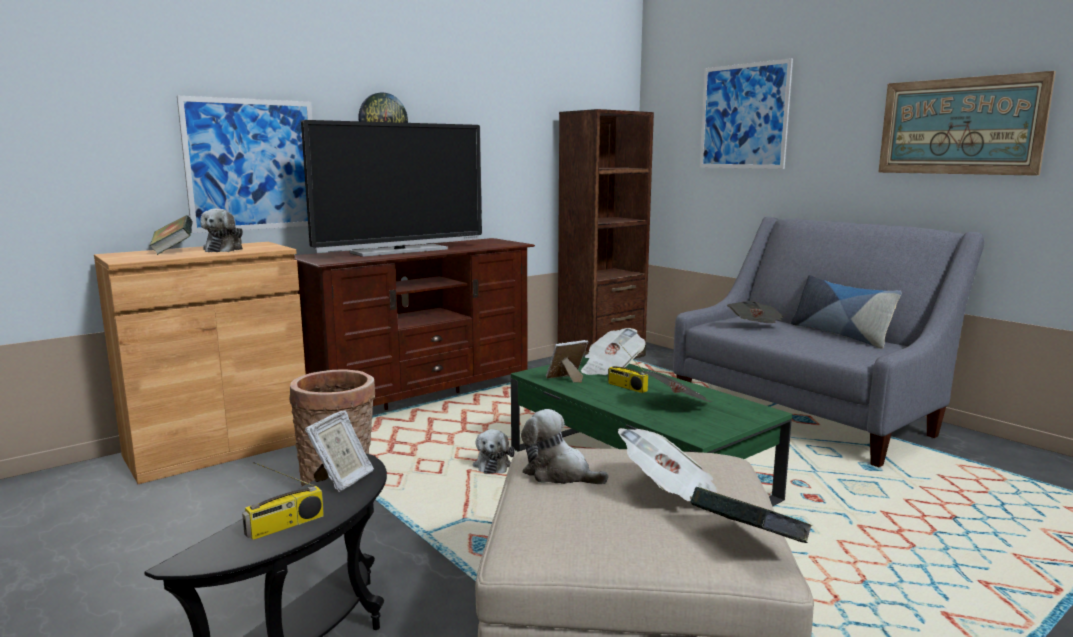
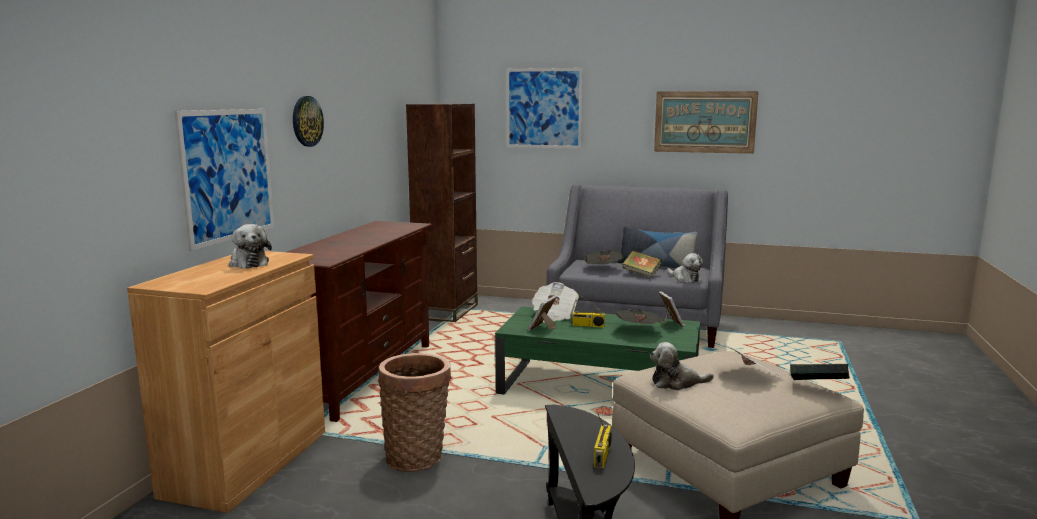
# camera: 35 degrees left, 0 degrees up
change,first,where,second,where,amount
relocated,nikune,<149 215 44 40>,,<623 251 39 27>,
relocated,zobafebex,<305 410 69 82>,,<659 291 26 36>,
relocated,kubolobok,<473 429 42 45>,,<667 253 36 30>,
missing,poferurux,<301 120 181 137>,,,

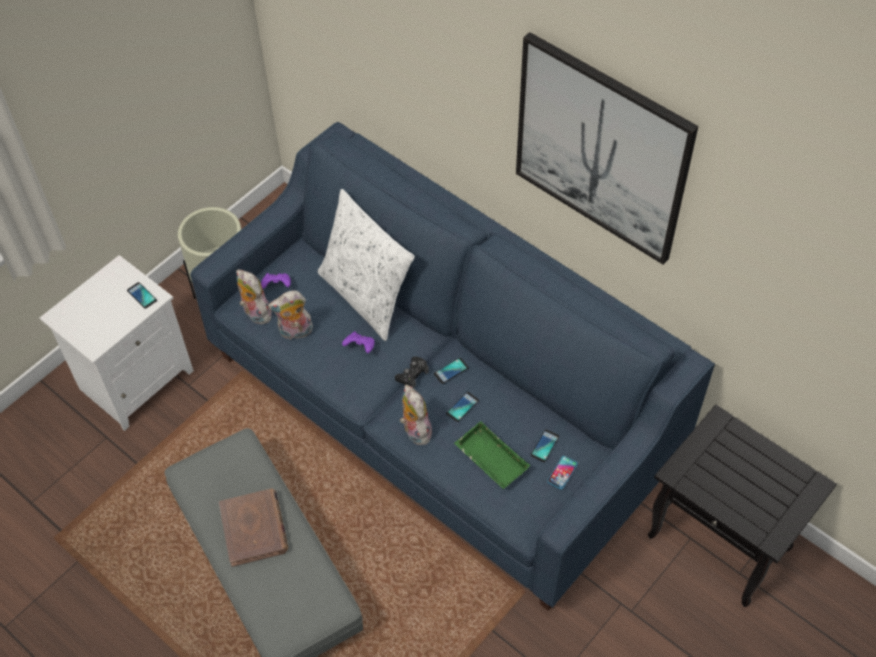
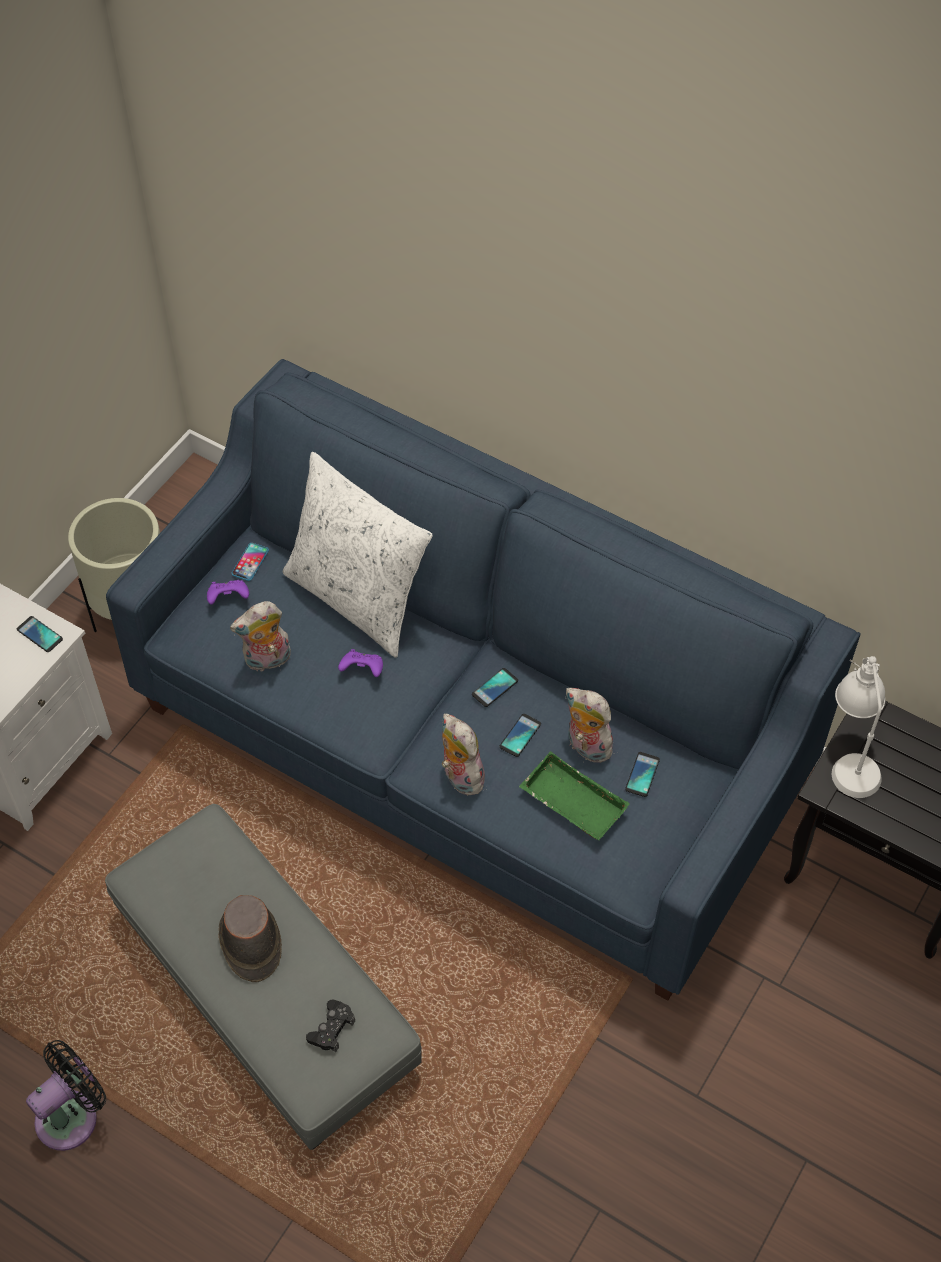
# camera: 10 degrees left, 0 degrees up
change,first,where,second,where,amount
appeared,,,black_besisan,<26 1040 80 111>,
exchanged,brown_nikune,<219 488 69 79>,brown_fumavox,<219 895 63 87>,
relocated,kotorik,<547 456 31 33>,,<232 543 37 38>,
relocated,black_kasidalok,<395 356 34 32>,,<306 1000 49 52>,
relocated,kubolobok,<236 269 36 55>,,<566 688 49 75>,
appeared,,,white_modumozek,<832 656 53 142>,
missing,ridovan,<516 32 182 233>,,,

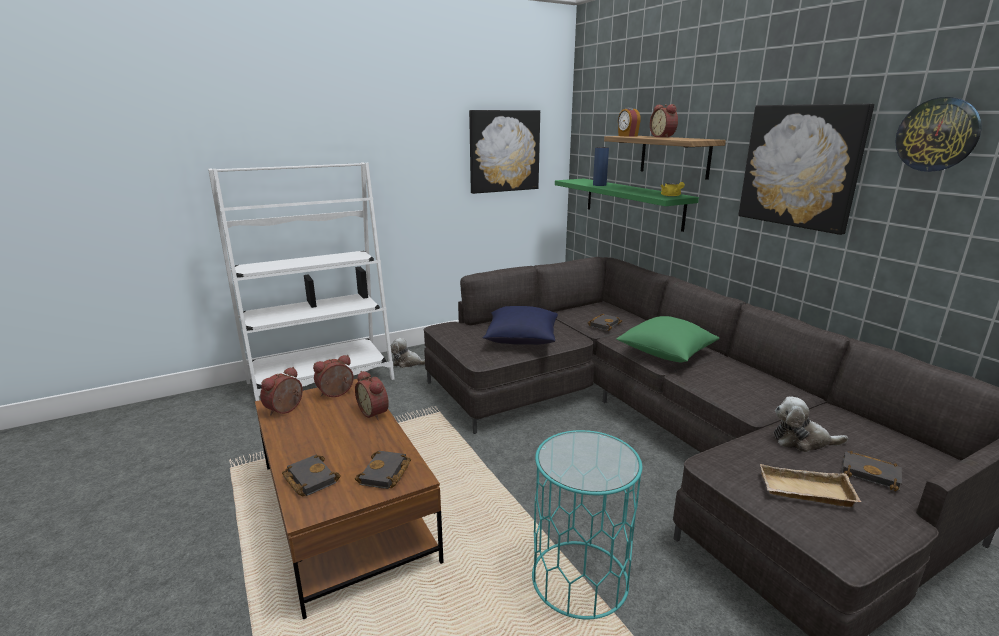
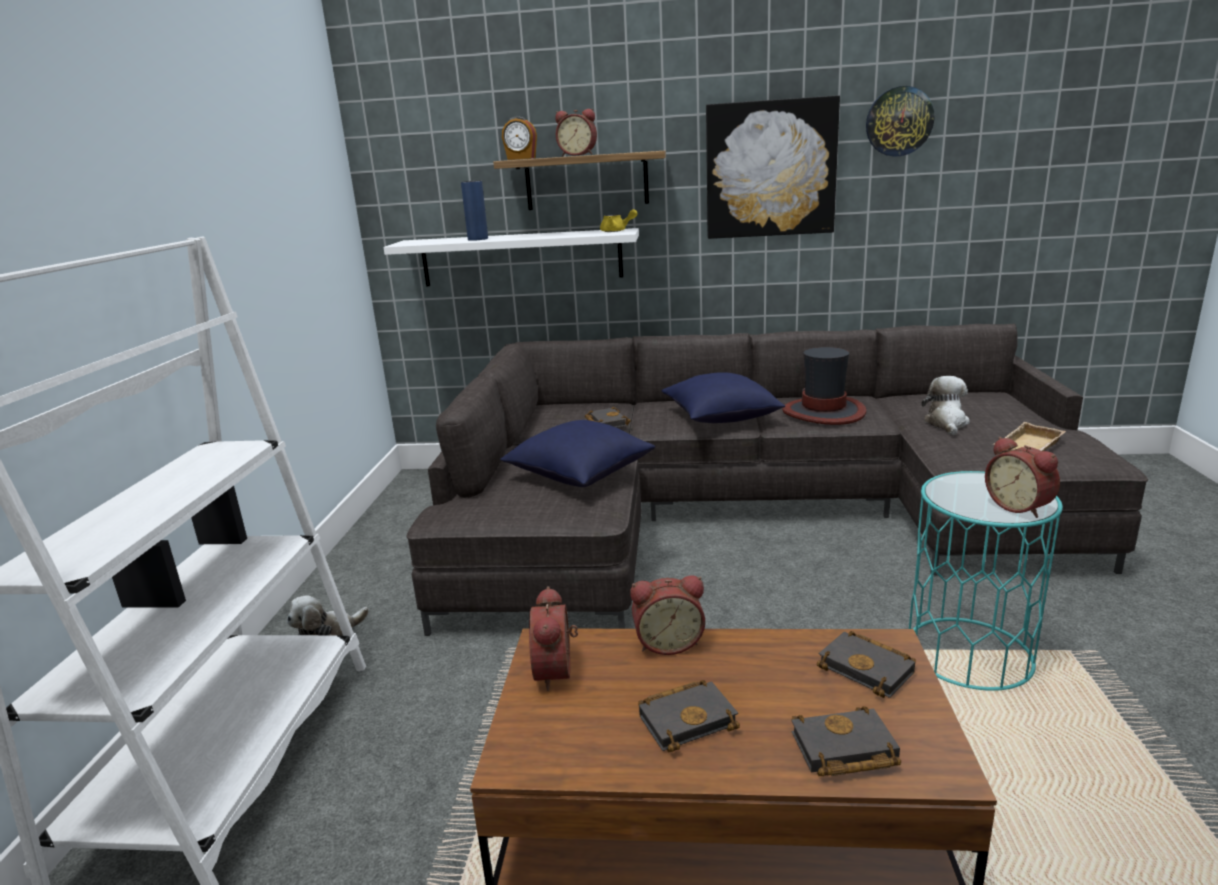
# camera: 55 degrees left, 0 degrees up
change,first,where,second,where,amount
colour,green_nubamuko,<555 178 144 54>,white_nubamuko,<383 228 256 58>,
relocated,black_nikune,<841 451 61 40>,,<638 680 102 72>,
colour,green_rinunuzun,<616 316 103 46>,blue_rinunuzun,<662 372 123 51>,
appeared,,,fumavox,<782 347 84 78>,
spun,kubolobok,<774 396 74 56>,,<921 376 49 59>,150 degrees clockwise
relocated,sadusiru,<260 367 43 49>,,<985 437 75 81>,
missing,ridovan,<469 110 71 84>,,,

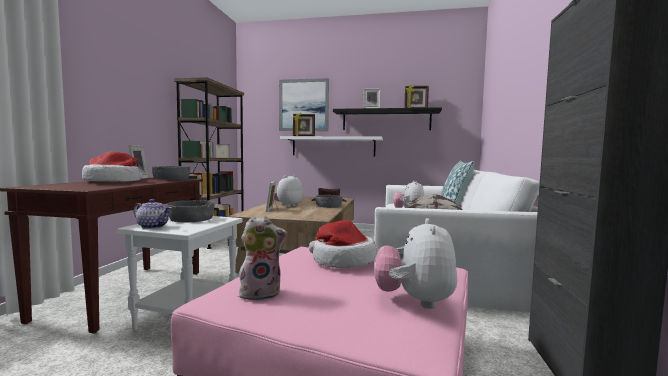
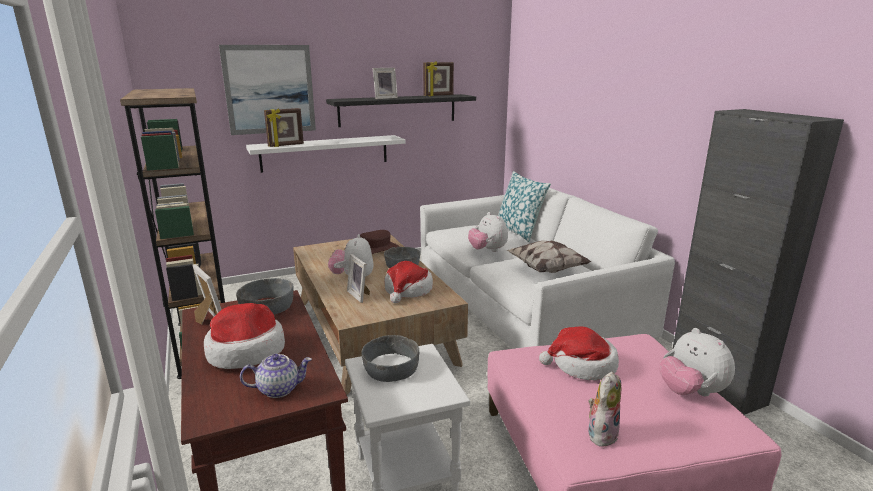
# camera: 35 degrees left, 15 degrees up
change,first,where,second,where,amount
relocated,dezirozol,<134 199 38 30>,,<240 354 72 44>,
appeared,,,fumavox,<384 261 49 43>,

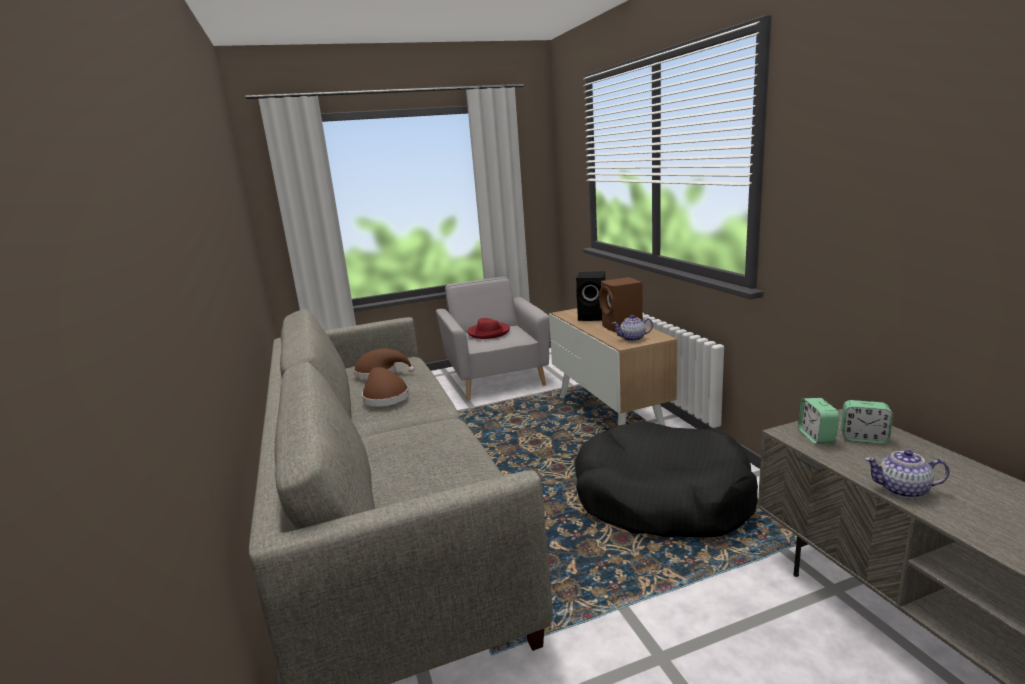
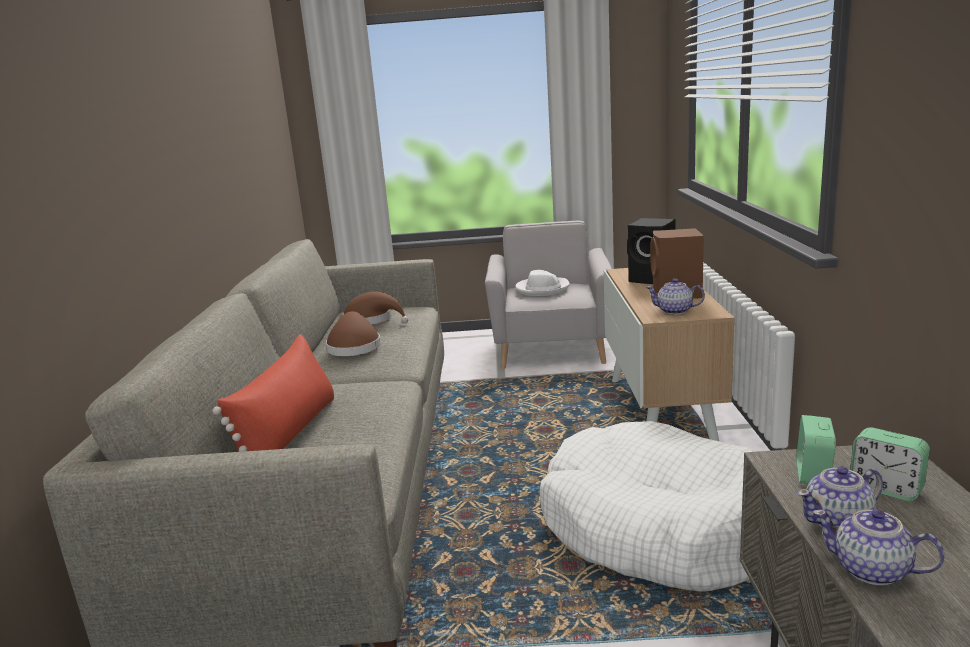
# camera: 20 degrees right, 0 degrees up
change,first,where,second,where,amount
appeared,,,red_rinunuzun,<213 334 121 118>,
colour,red_fumavox,<467 318 43 21>,white_fumavox,<515 270 55 26>,
colour,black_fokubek,<575 422 183 116>,white_fokubek,<540 421 212 171>,
appeared,,,dezirozol,<797 466 86 61>,

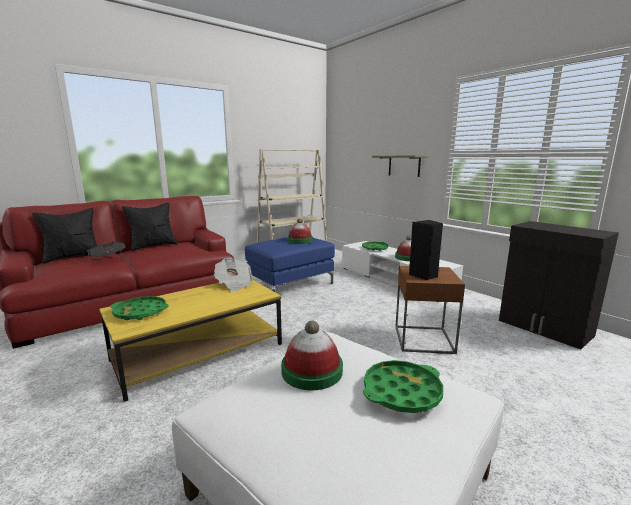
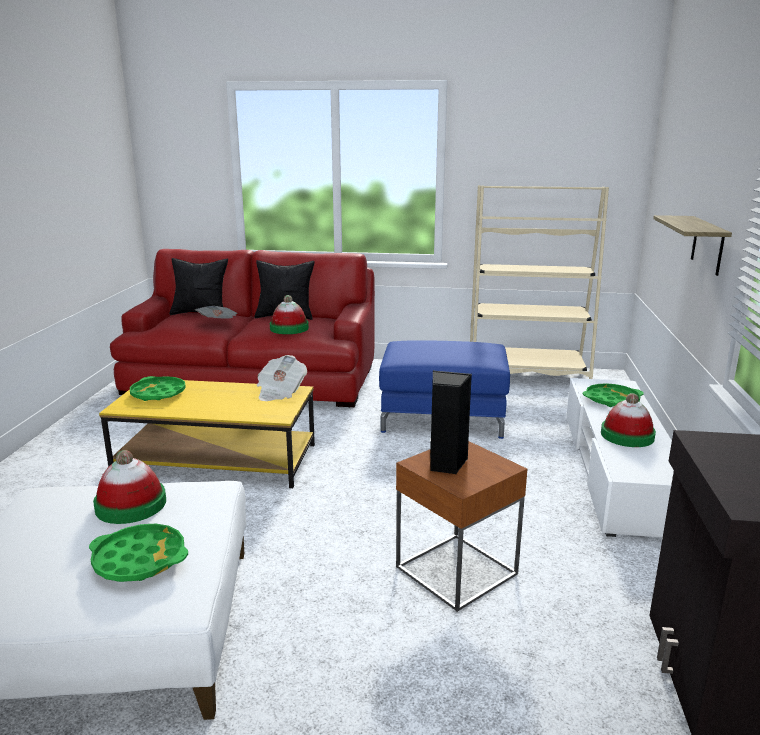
# camera: 45 degrees right, 5 degrees up
change,first,where,second,where,amount
relocated,fumavox,<287 218 26 26>,,<270 295 39 39>,

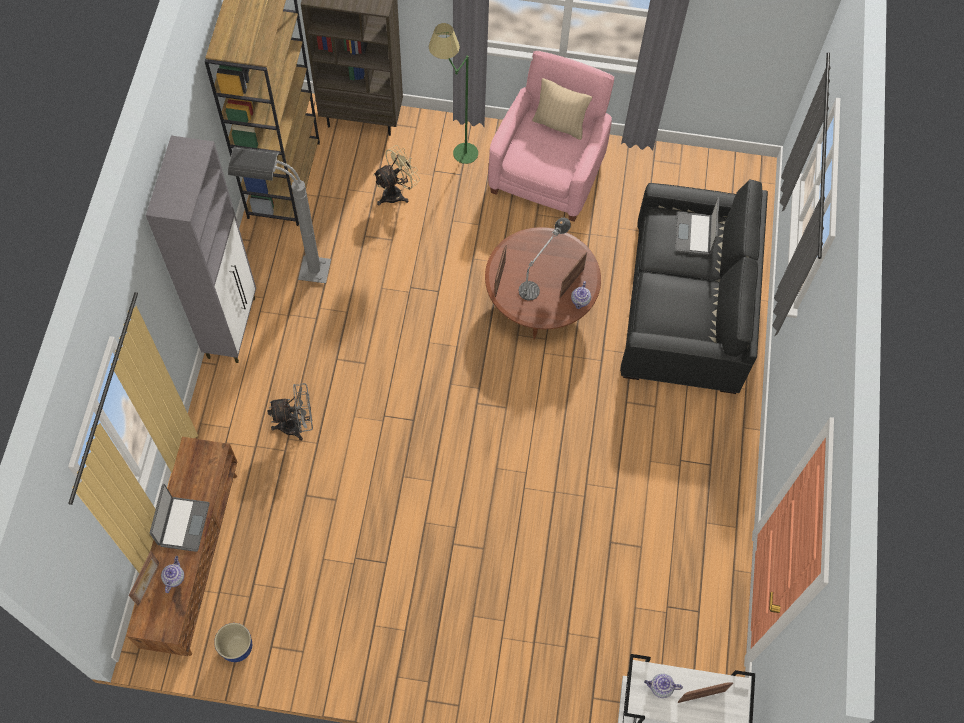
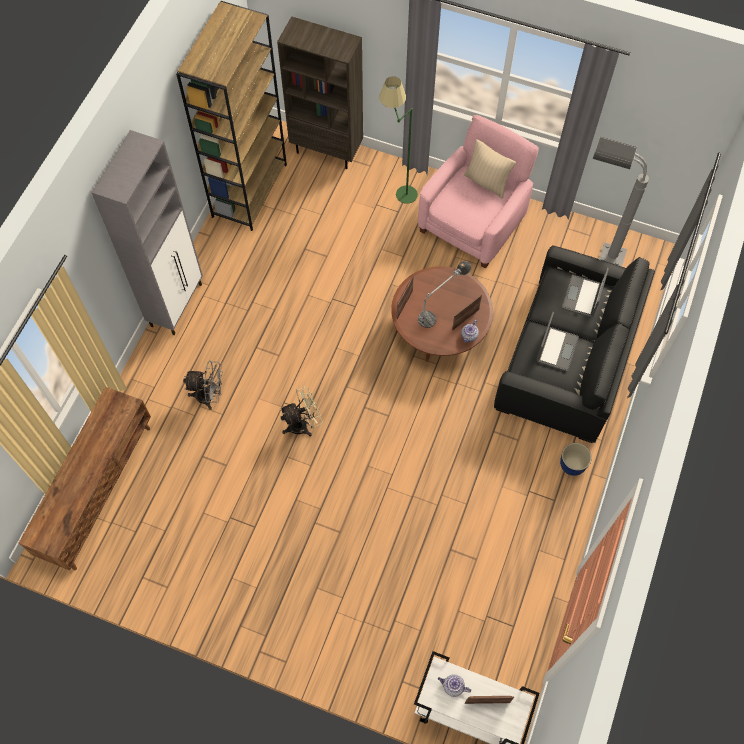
# camera: 15 degrees right, 0 degrees up
change,first,where,second,where,amount
relocated,beige_besisan,<373 145 47 60>,,<280 386 43 50>,
relocated,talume,<150 484 60 68>,,<536 312 43 60>,
relocated,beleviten,<214 623 38 39>,,<560 443 32 33>,
relocated,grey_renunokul,<228 147 103 136>,,<593 137 56 130>,
missing,zobafebex,<129 551 30 55>,,,
missing,dezirozol,<161 556 23 37>,,,

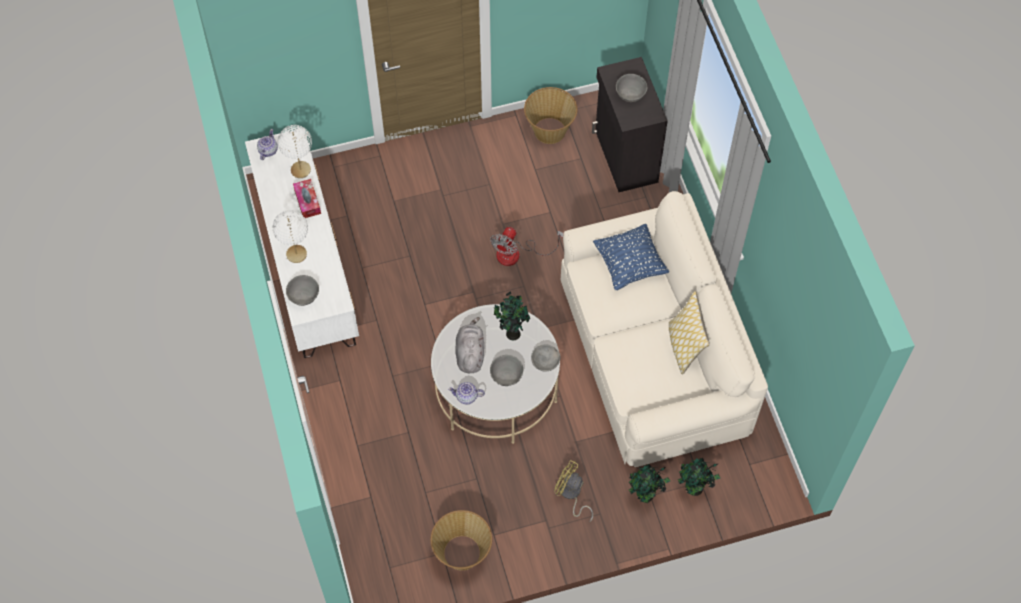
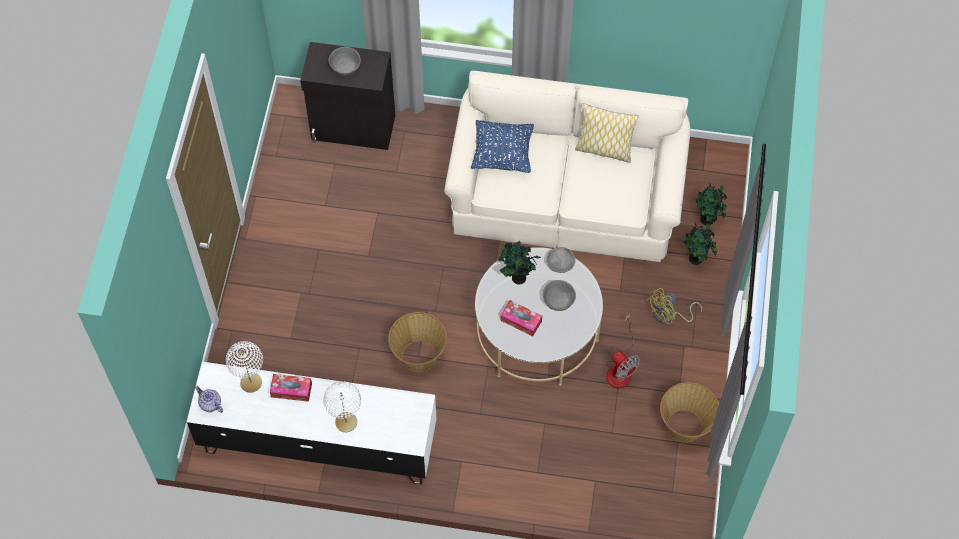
# camera: 65 degrees left, 0 degrees up
change,first,where,second,where,amount
relocated,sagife,<524 87 53 57>,,<388 312 59 60>,
exchanged,grey_kubolobok,<455 317 29 56>,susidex,<500 300 42 36>,
relocated,besisan,<490 227 73 39>,,<606 314 35 74>,
missing,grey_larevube,<286 275 33 31>,,,
missing,dezirozol,<448 382 37 23>,,,

